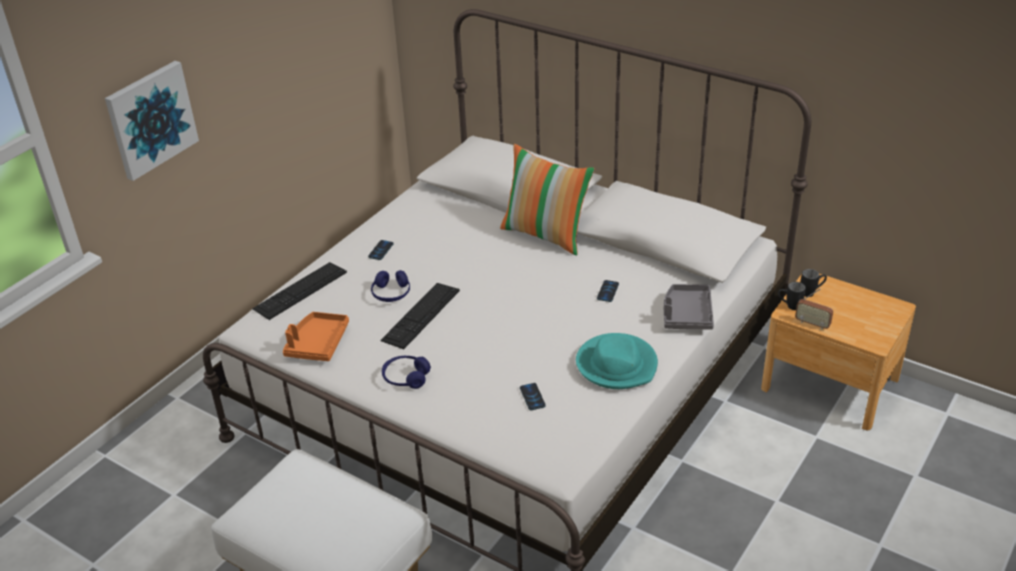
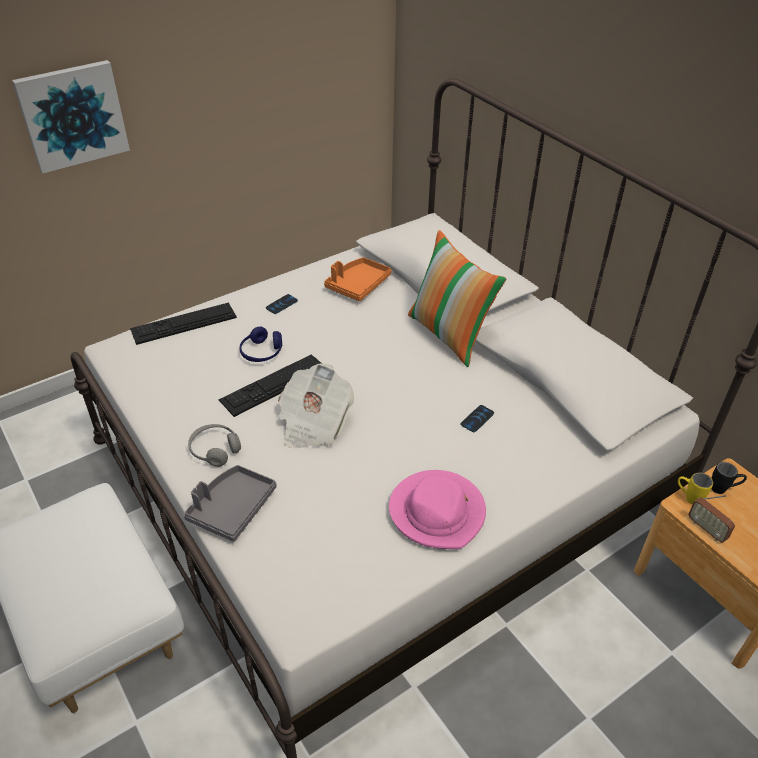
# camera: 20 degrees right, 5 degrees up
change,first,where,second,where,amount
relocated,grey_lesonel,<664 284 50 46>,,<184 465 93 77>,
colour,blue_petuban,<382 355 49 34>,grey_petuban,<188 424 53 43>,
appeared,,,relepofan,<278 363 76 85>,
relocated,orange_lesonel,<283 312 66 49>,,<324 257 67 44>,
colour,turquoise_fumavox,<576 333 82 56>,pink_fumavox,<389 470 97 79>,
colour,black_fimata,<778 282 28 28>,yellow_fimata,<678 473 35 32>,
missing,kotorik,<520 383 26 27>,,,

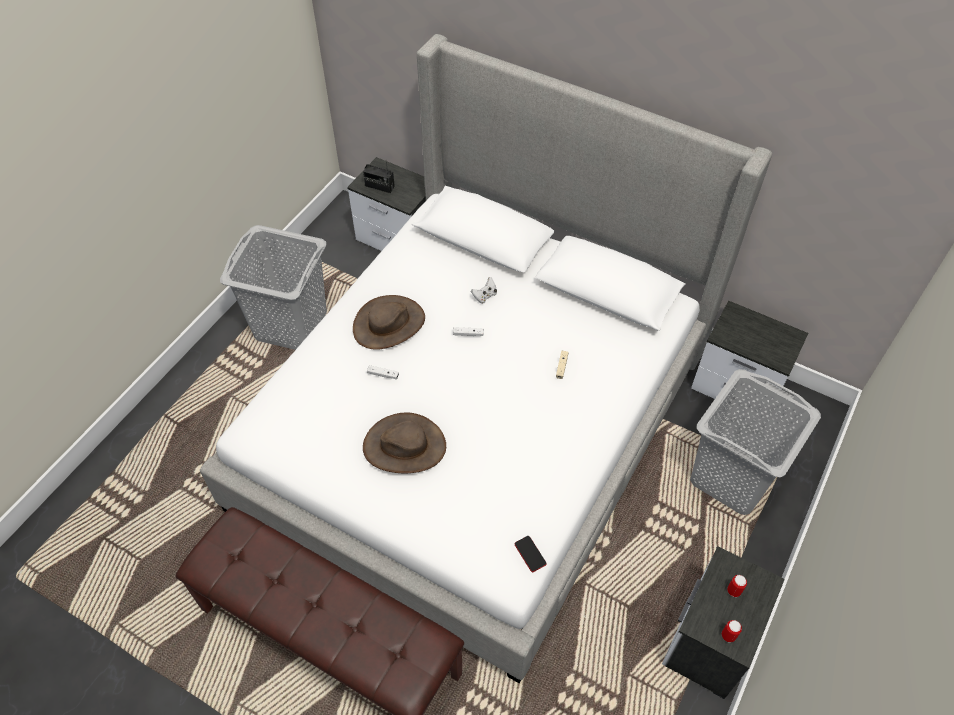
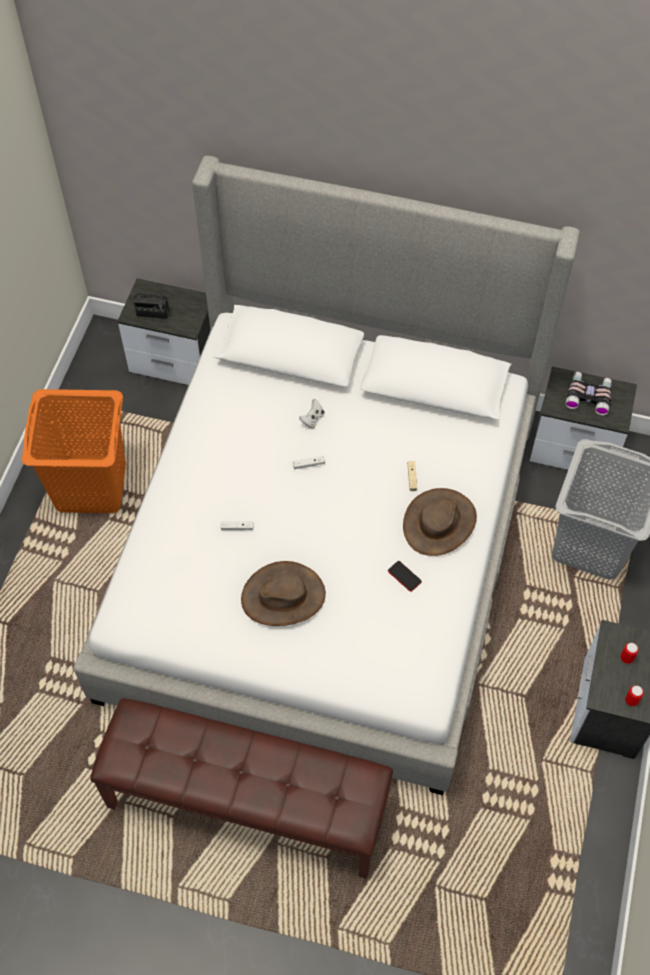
# camera: 15 degrees left, 5 degrees up
change,first,where,second,where,amount
colour,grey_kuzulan,<220 225 107 125>,orange_kuzulan,<21 389 105 124>,
relocated,kotorik,<515 536 31 36>,,<388 561 34 31>,
relocated,brown_fumavox,<353 295 72 55>,,<403 488 74 68>,
appeared,,,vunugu,<565 372 47 43>,

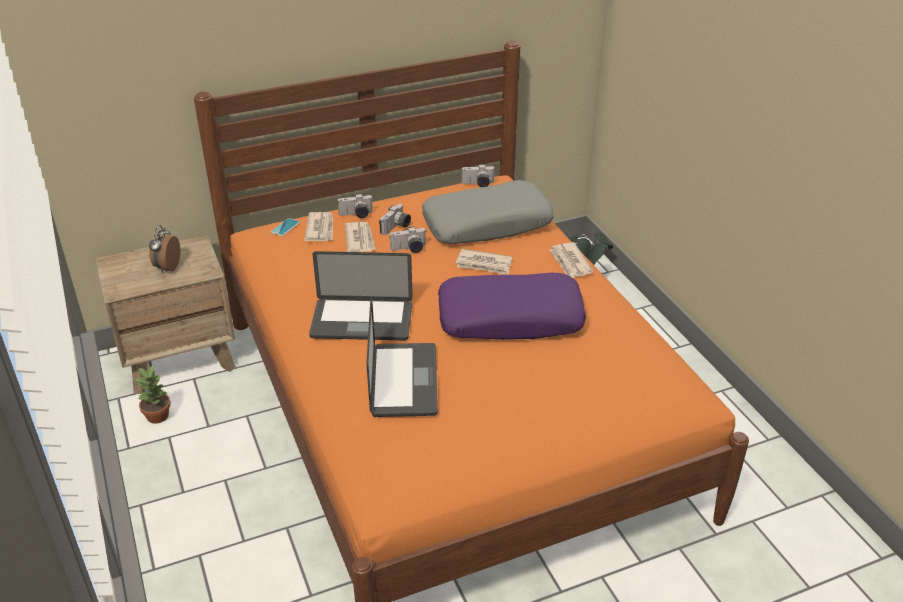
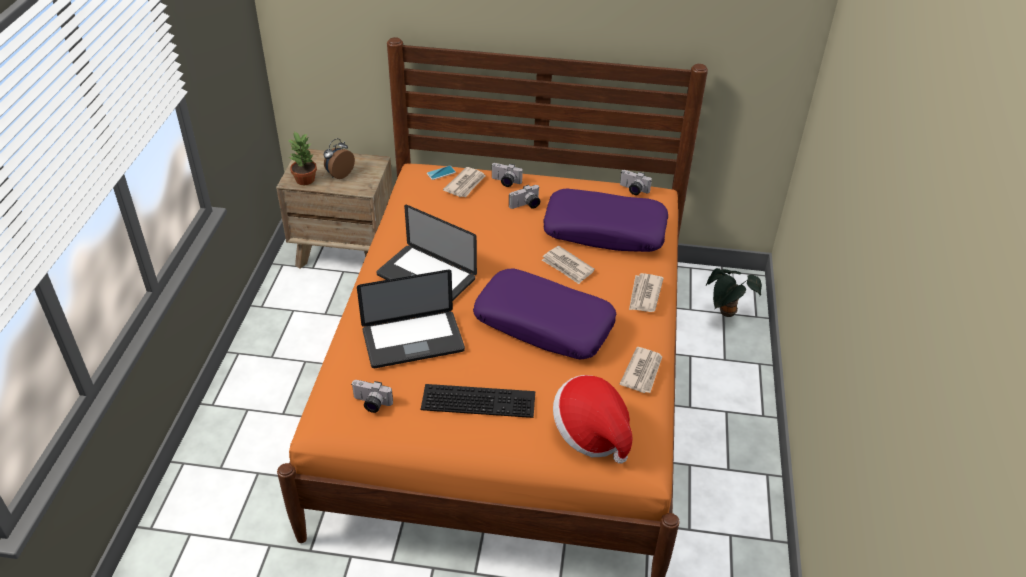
# camera: 30 degrees right, 5 degrees up
change,first,where,second,where,amount
relocated,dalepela,<133 366 38 58>,,<287 131 30 54>,
relocated,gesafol,<390 227 36 26>,,<352 380 41 33>,
spun,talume,<366 296 72 121>,,<357 270 108 98>,45 degrees clockwise
appeared,,,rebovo,<421 384 114 34>,
colour,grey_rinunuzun,<422 180 132 64>,purple_rinunuzun,<543 189 125 63>,
appeared,,,fumavox,<553 375 79 89>,
relocated,relepofan,<345 222 31 30>,,<620 347 42 46>,

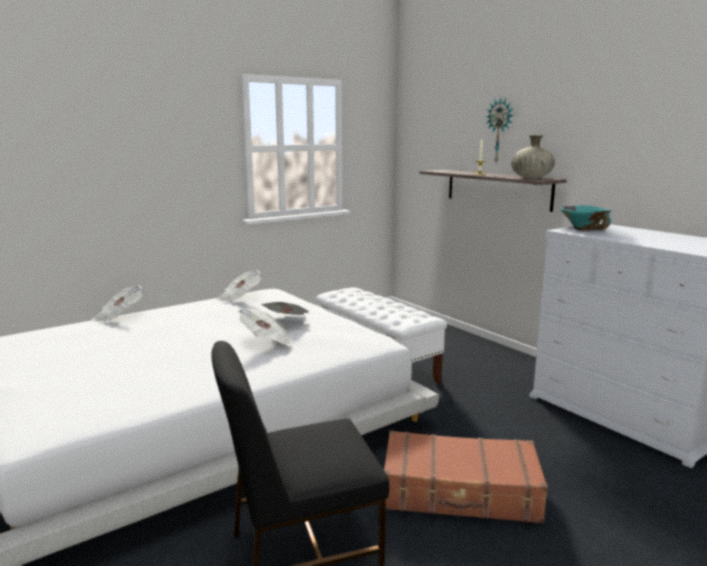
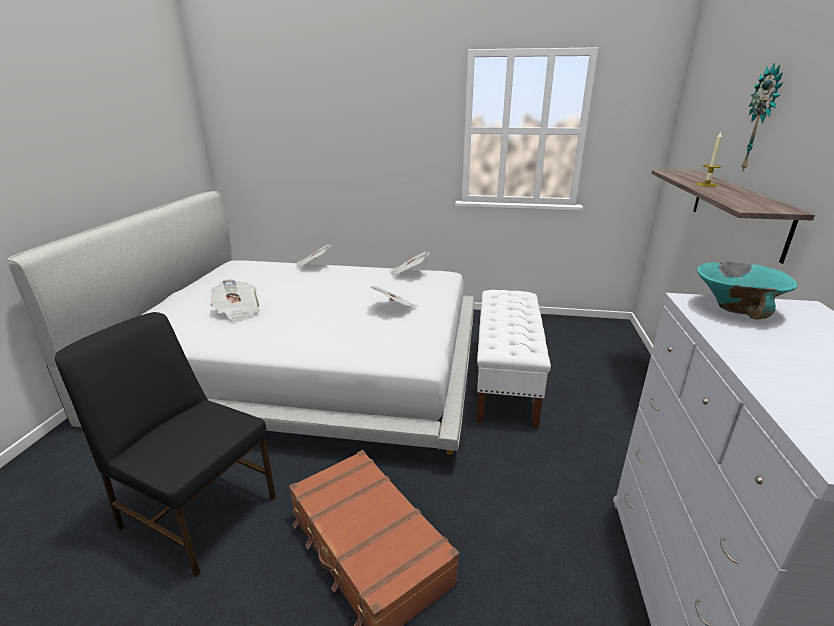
# camera: 45 degrees right, 10 degrees up
change,first,where,second,where,amount
relocated,relepofan,<238 308 53 37>,,<210 279 50 44>,
missing,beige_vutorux,<511 135 44 44>,,,

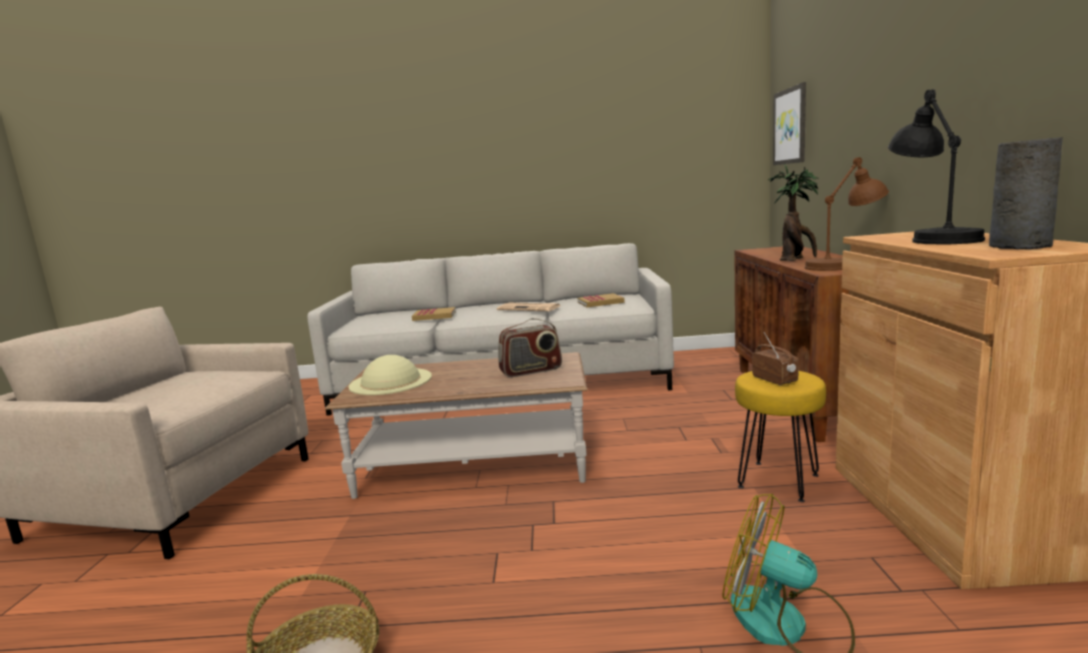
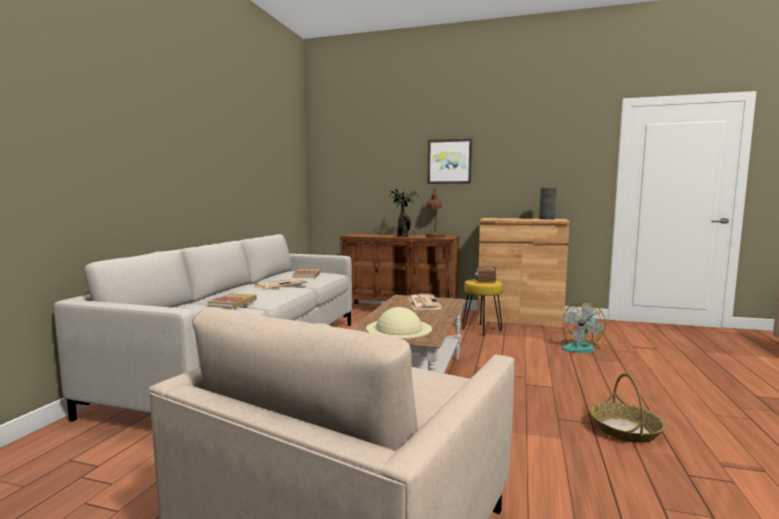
# camera: 75 degrees left, 5 degrees down
change,first,where,second,where,amount
exchanged,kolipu,<498 318 64 59>,relepofan,<408 294 34 16>,
relocated,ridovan,<773 82 33 83>,,<427 138 45 46>,
missing,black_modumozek,<888 89 97 156>,,,

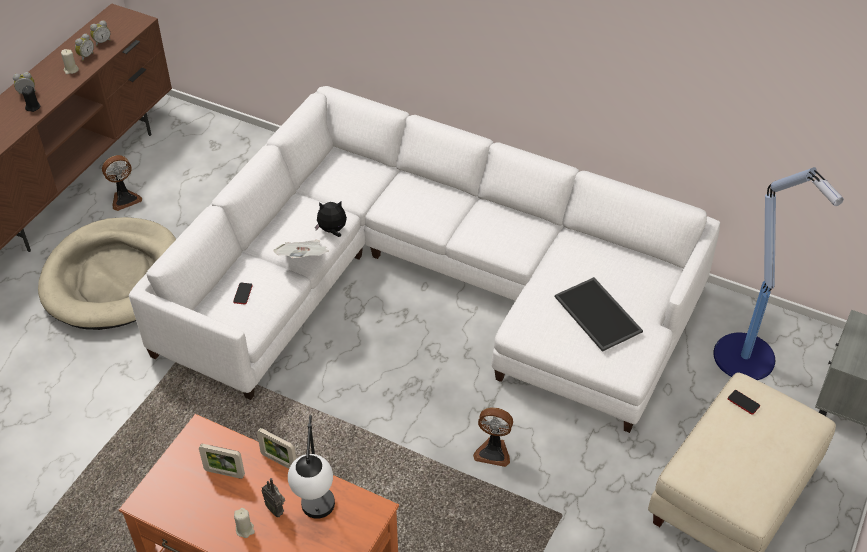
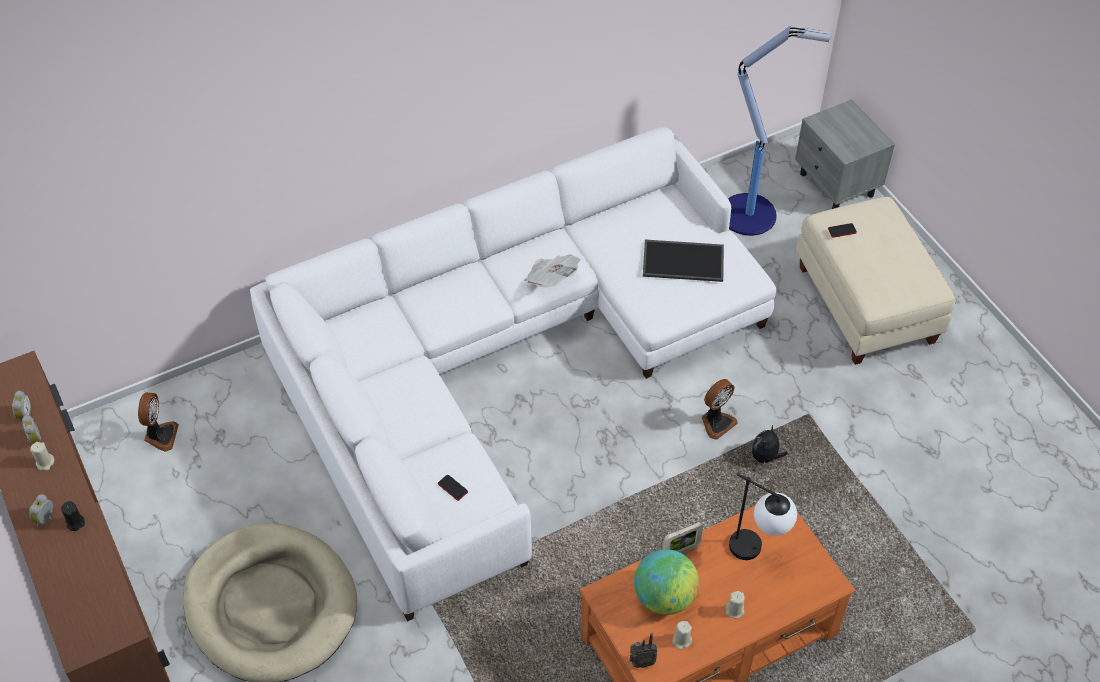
# camera: 55 degrees left, 5 degrees up
change,first,where,second,where,amount
relocated,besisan,<102 155 40 56>,,<138 392 41 59>,
relocated,relepofan,<273 240 56 18>,,<524 255 57 32>,
relocated,kolipu,<261 478 24 39>,,<629 633 28 35>,
exchanged,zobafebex,<199 444 46 35>,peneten,<634 549 65 66>,
appeared,,,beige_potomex,<672 621 20 29>,
relocated,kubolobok,<315 201 32 36>,,<752 425 36 43>,

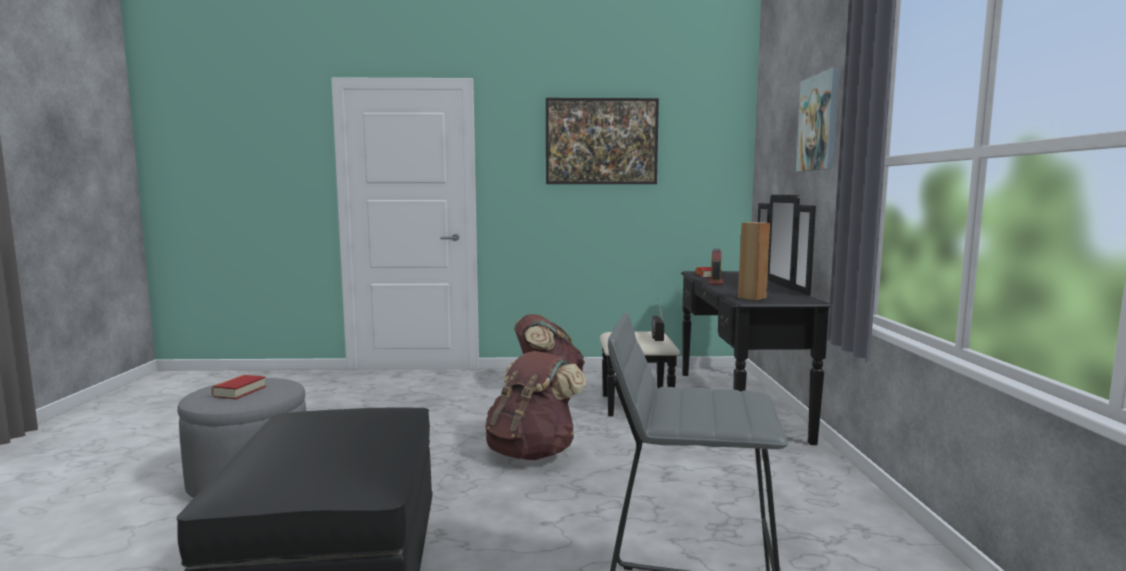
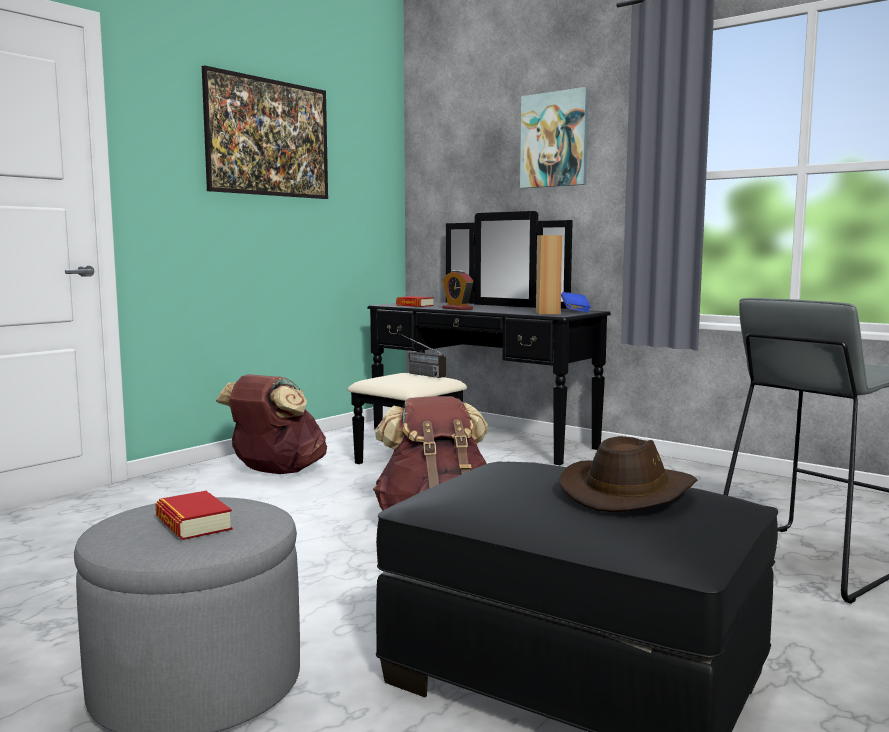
# camera: 50 degrees left, 0 degrees up
change,first,where,second,where,amount
appeared,,,brown_fumavox,<558 436 139 76>,
appeared,,,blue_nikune,<561 292 30 20>,

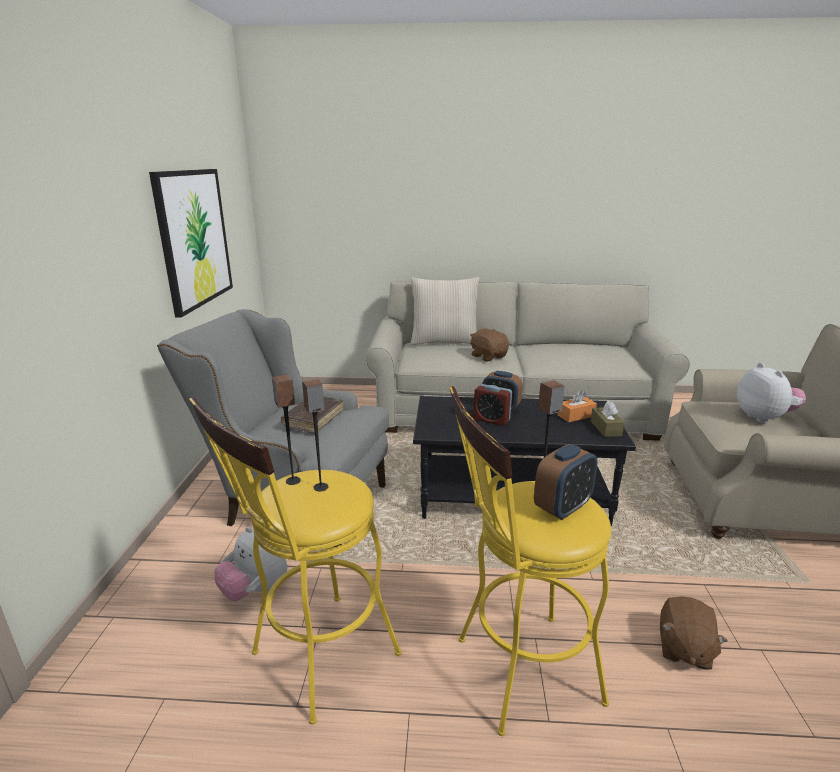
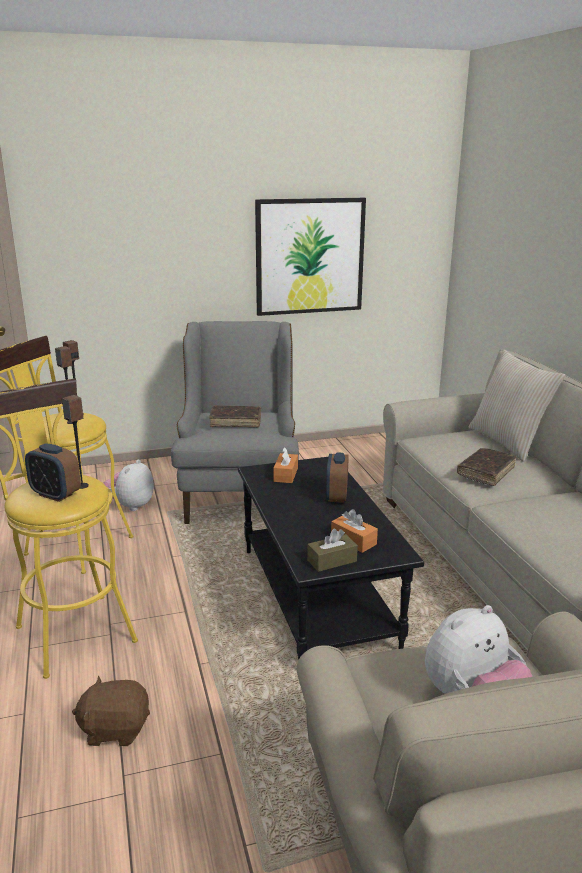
# camera: 70 degrees right, 0 degrees up
change,first,where,second,where,amount
appeared,,,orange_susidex,<273 447 25 36>,
exchanged,brown_kubolobok,<470 328 39 34>,brown_nikune,<457 448 59 38>,
missing,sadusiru,<473 384 39 42>,,,

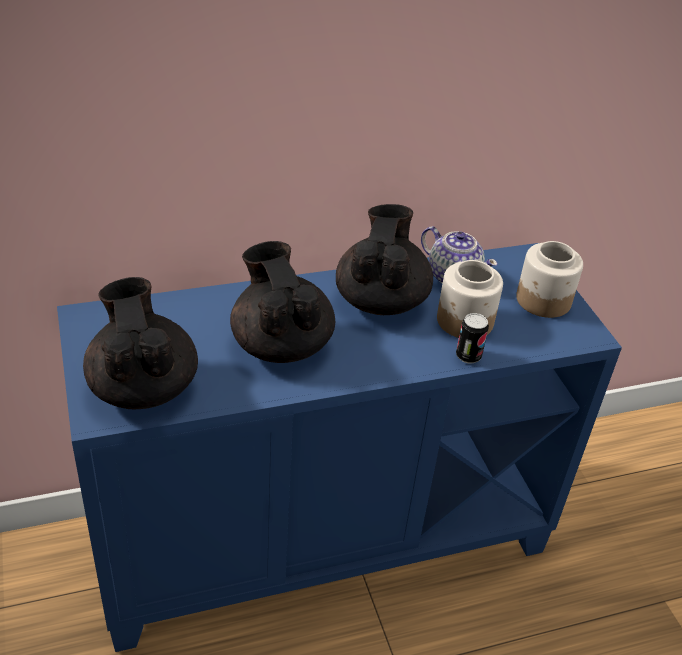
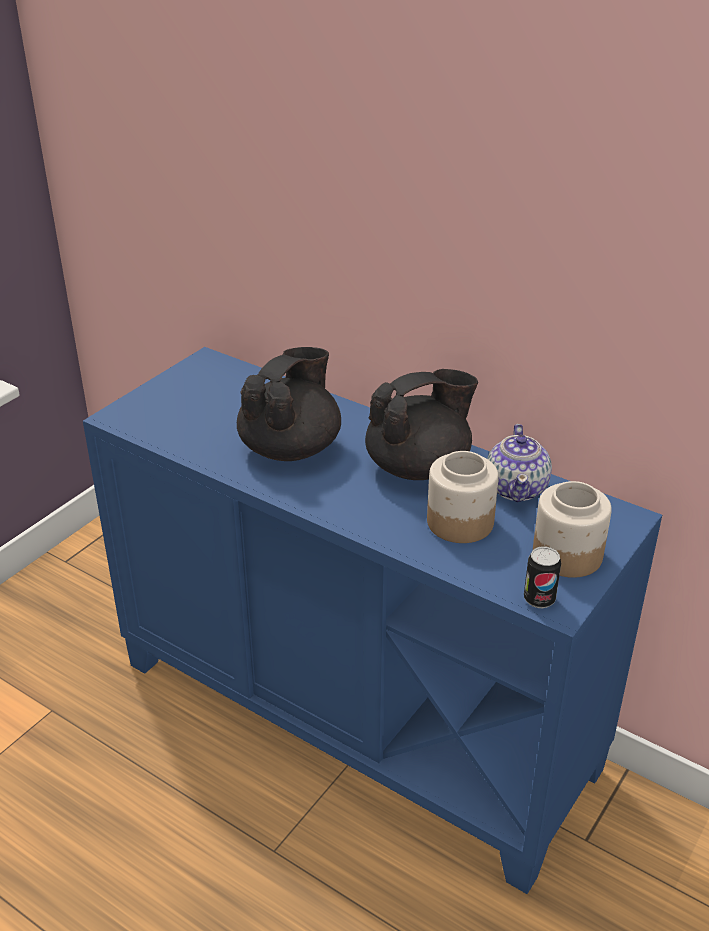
# camera: 55 degrees right, 5 degrees down
change,first,where,second,where,amount
relocated,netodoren,<456 313 33 51>,,<524 546 37 62>,
missing,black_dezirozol,<83 277 115 132>,,,

